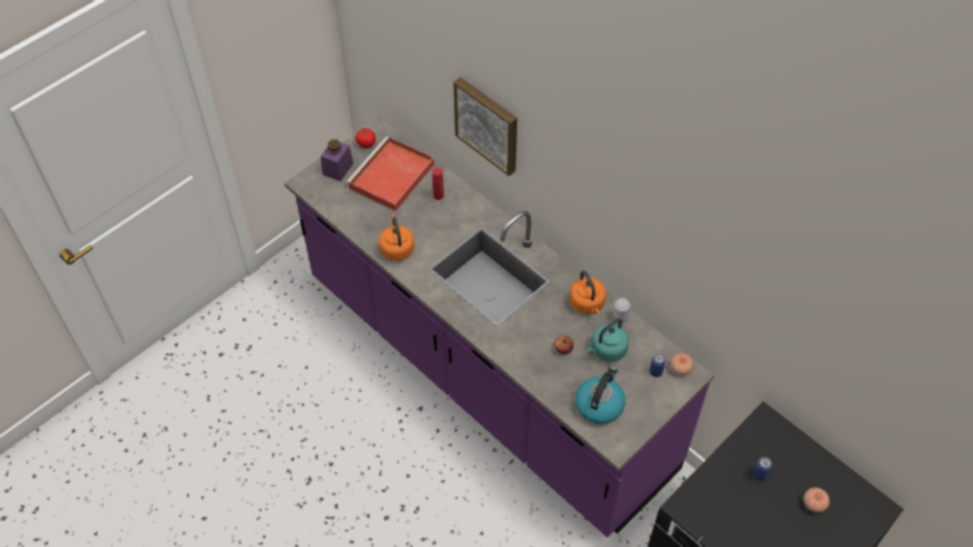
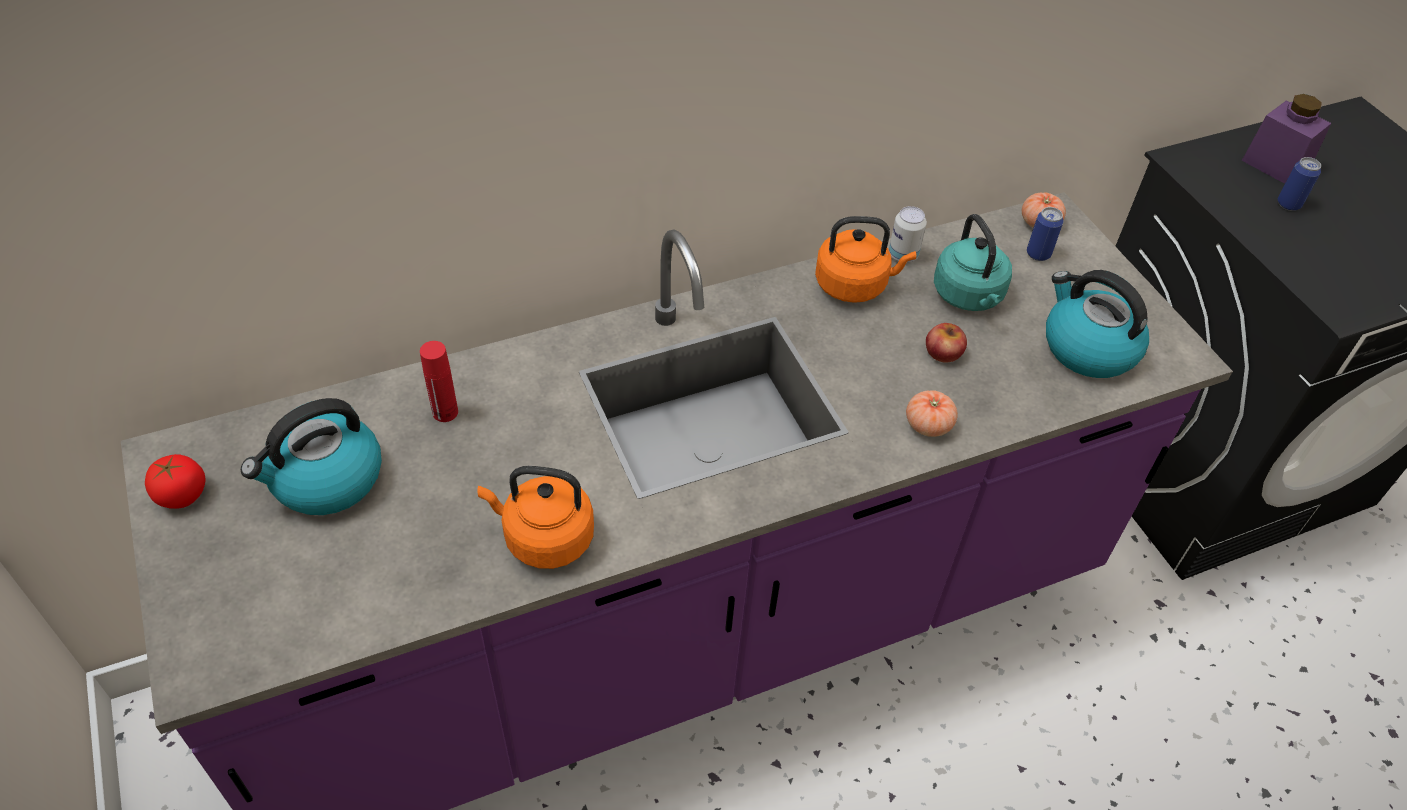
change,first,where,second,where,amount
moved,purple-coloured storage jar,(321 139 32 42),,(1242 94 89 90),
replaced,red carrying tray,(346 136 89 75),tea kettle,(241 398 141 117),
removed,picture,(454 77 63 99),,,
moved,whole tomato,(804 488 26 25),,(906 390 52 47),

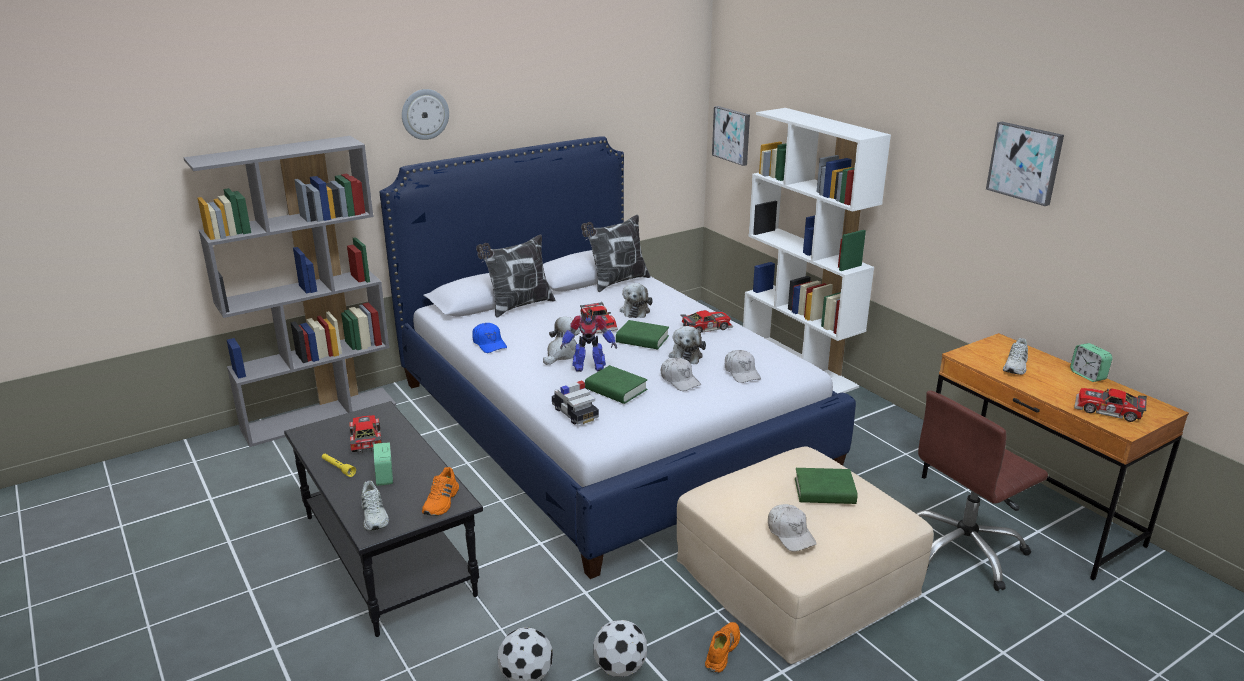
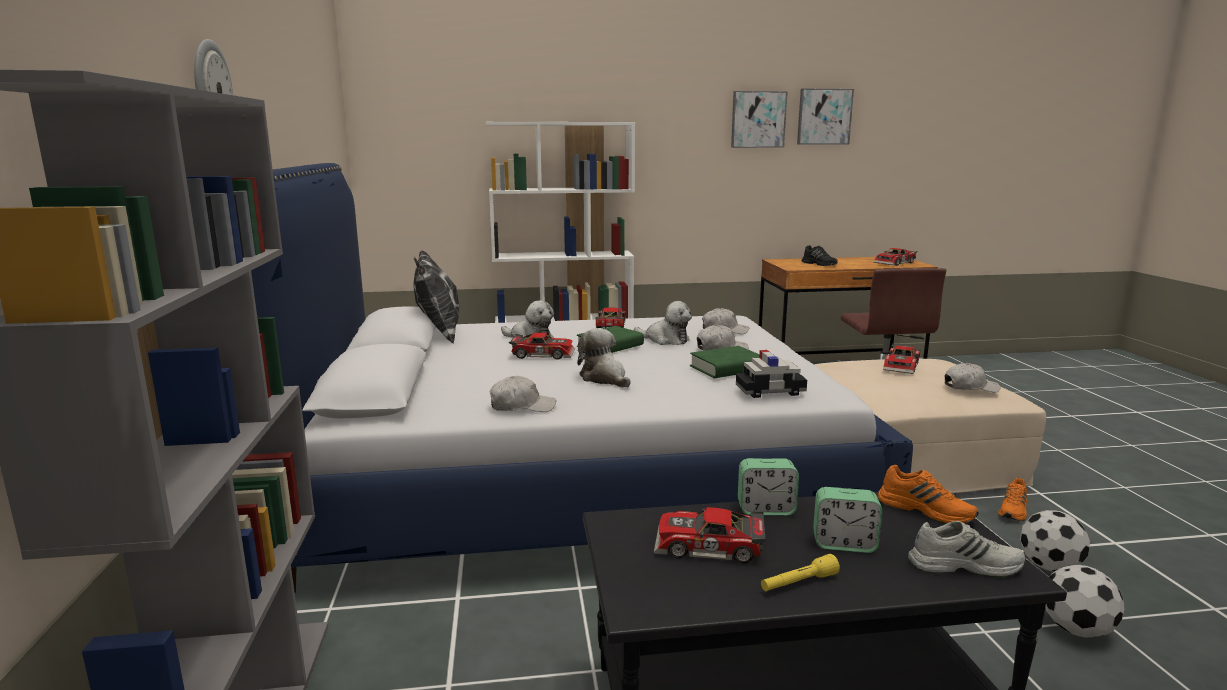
change,first,where,second,where,amount
recoloured,bluish peaked cap,(472 323 35 30),white peaked cap,(490 376 66 36),
removed,cushion,(476 234 80 84),,,
removed,robot figure,(560 315 57 57),,,
turned,orange-coloured low shoe,(705 622 35 51),,(998 478 29 43),105 degrees counterclockwise
moved,picture,(712 106 38 60),,(797 88 57 57),
replaced,green-coloured volume,(795 468 63 36),miniature car,(883 344 38 30),
recoloured,white low shoe,(1003 338 25 37),blackish low shoe,(802 245 36 21),
moved,bedside clock,(1070 343 42 39),,(738 458 61 58),

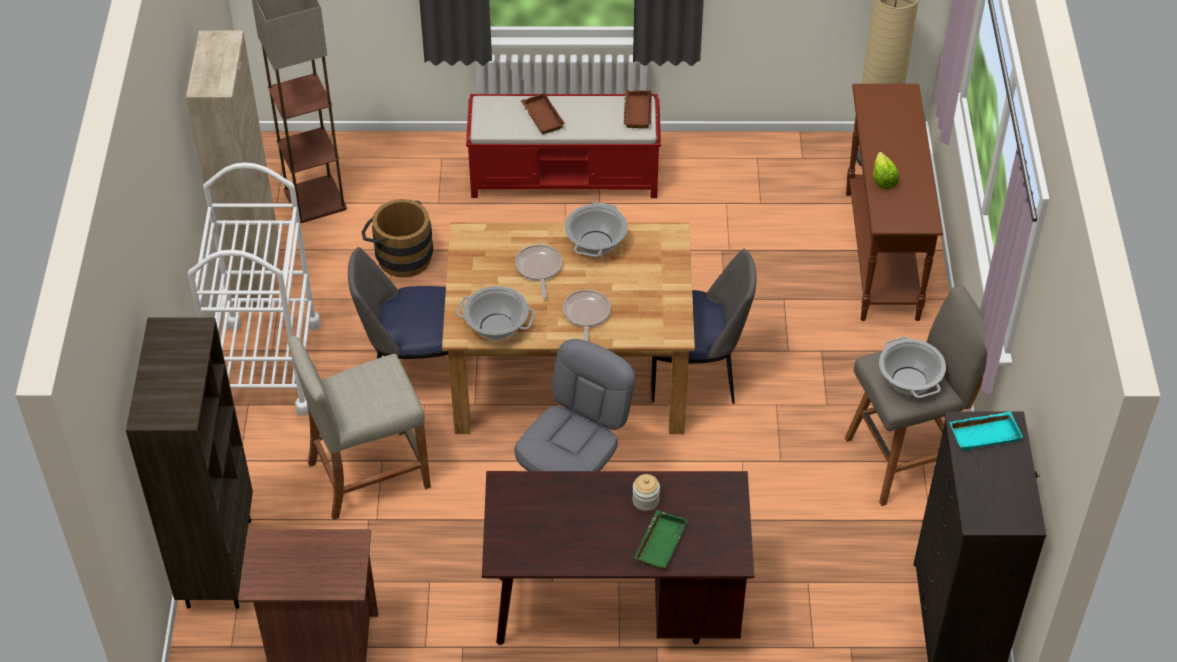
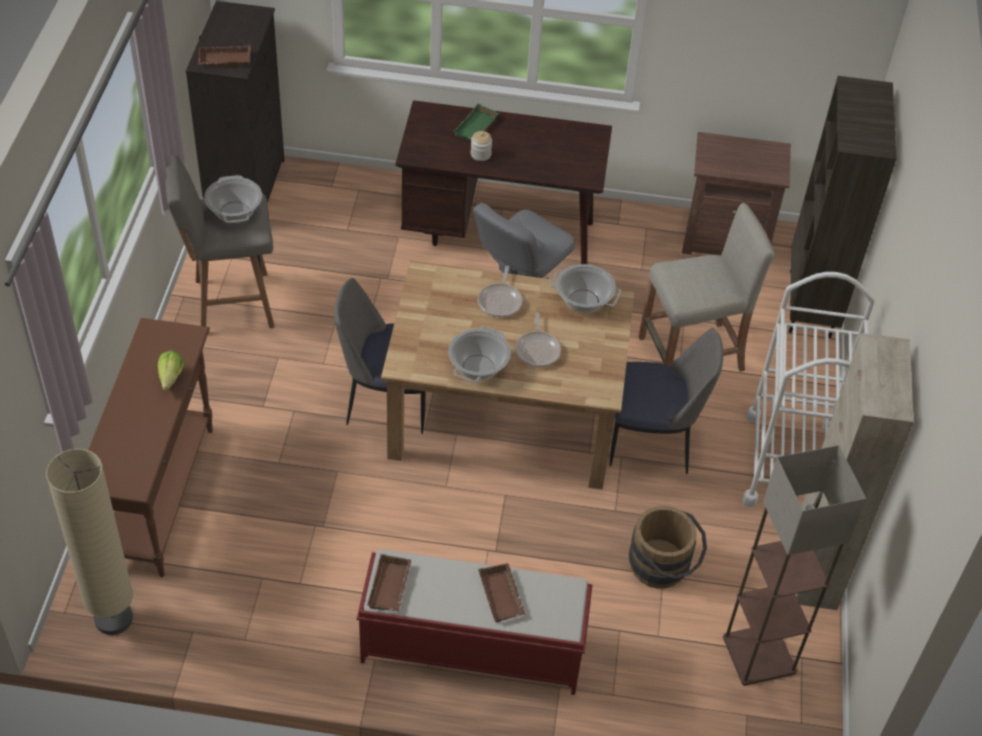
change,first,where,second,where,amount
recoloured,turquoise carrying tray,(949 412 74 38),brownish carrying tray,(198 45 53 21),

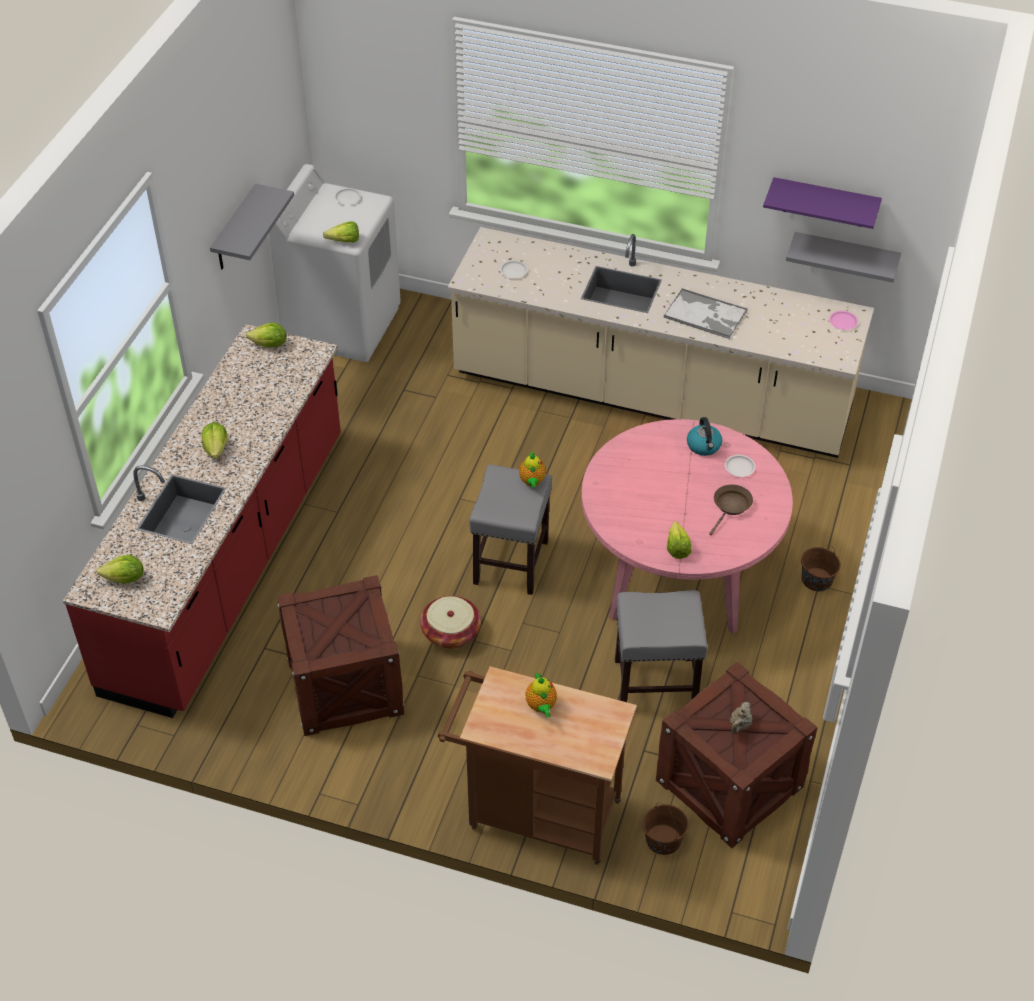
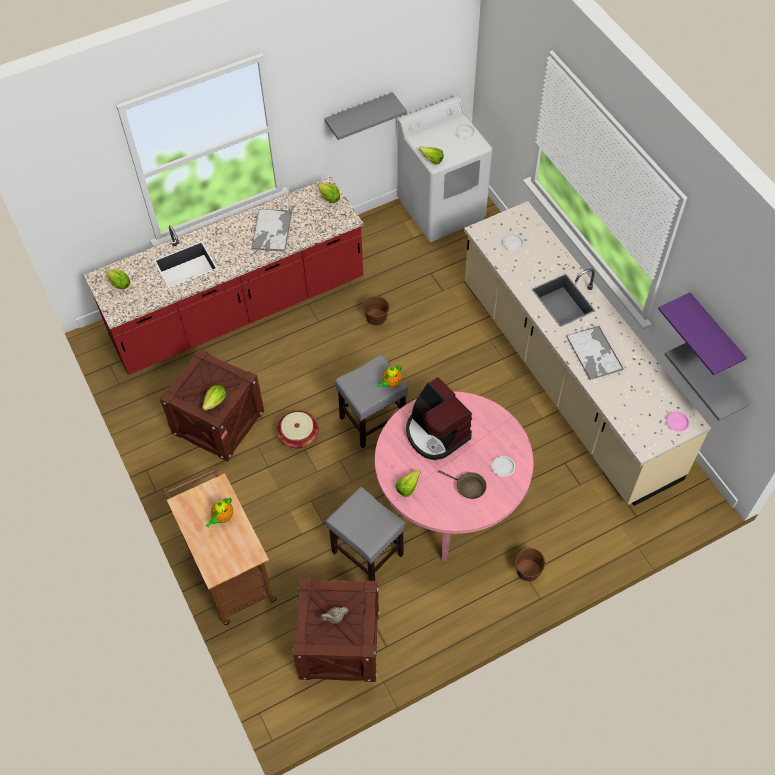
change,first,where,second,where,amount
moved,lettuce,(202 422 25 37),,(202 385 24 26),
moved,brownish bucket,(642 803 47 52),,(363 294 26 31),
removed,tea kettle,(687 417 35 39),,,
turned,brownish frying pan,(709 484 44 51),,(438 470 48 29),45 degrees clockwise
added,,,carrying tray,(251 209 41 43),
added,,,coffee machine,(406 377 66 83),

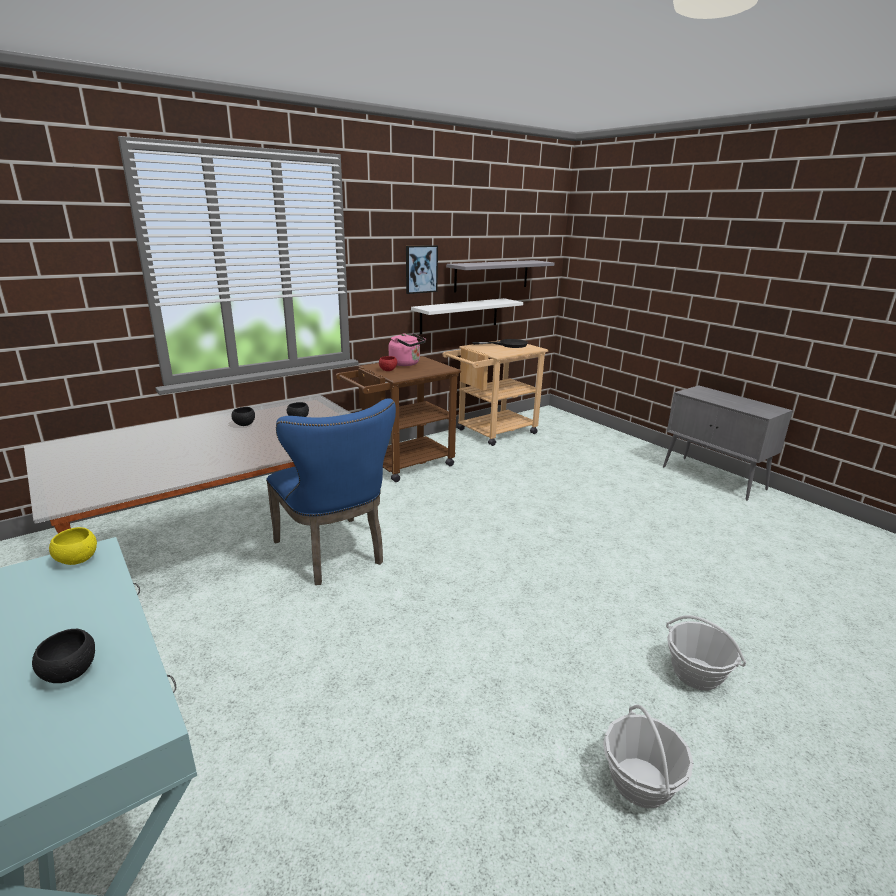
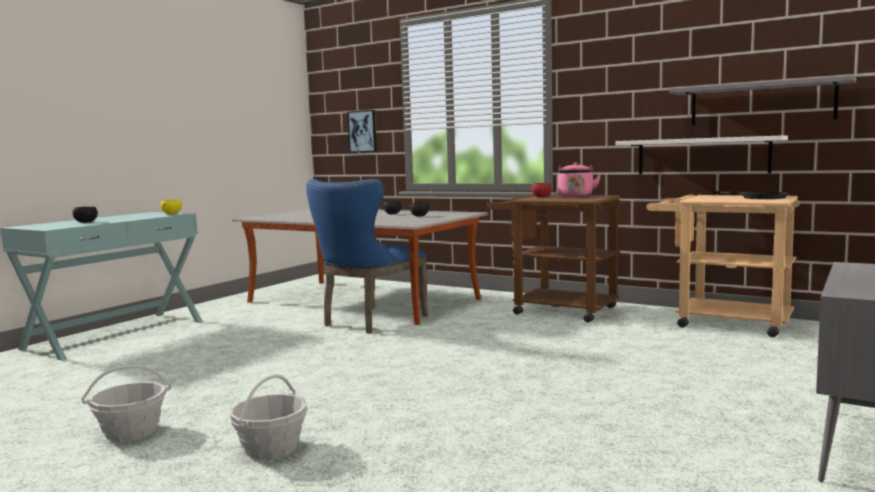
change,first,where,second,where,amount
moved,picture,(406 245 32 49),,(347 110 30 43),

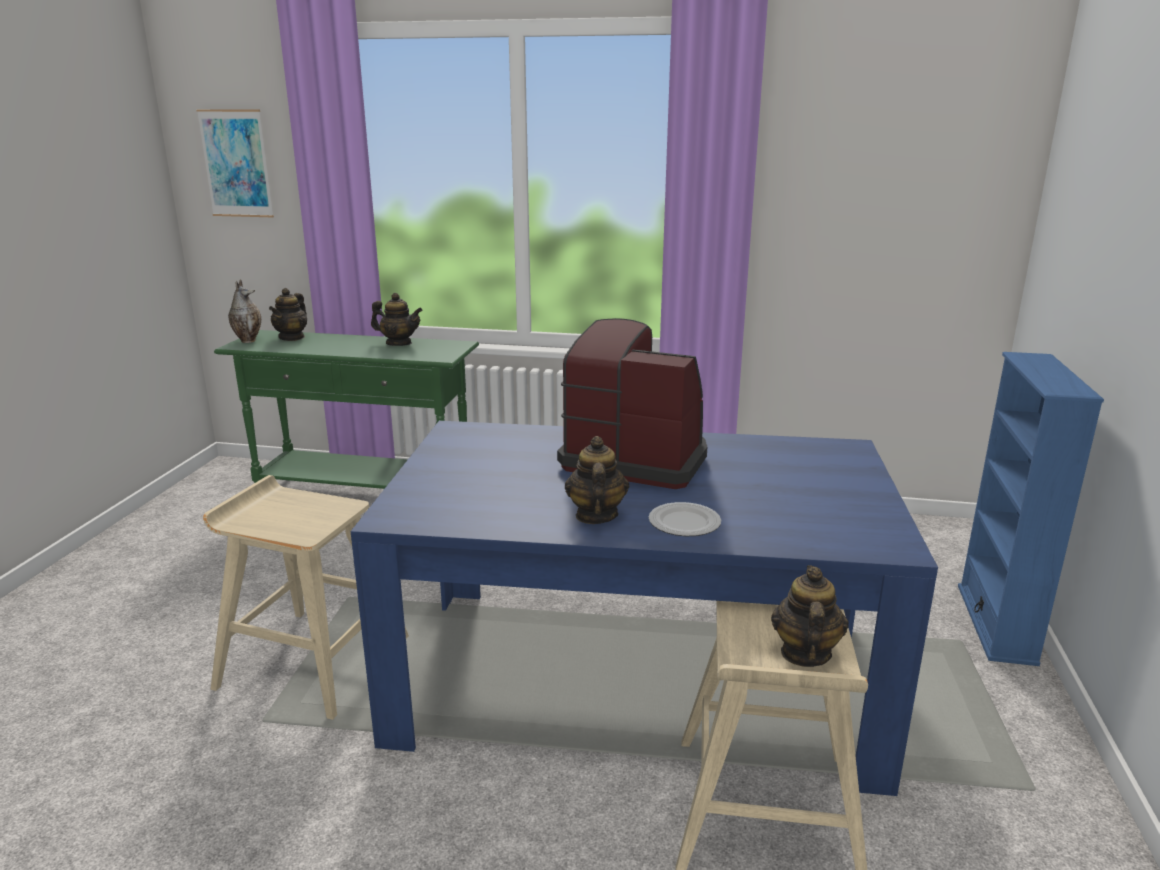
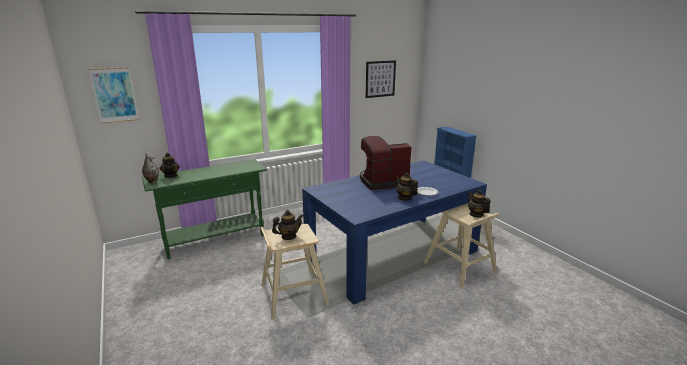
change,first,where,second,where,amount
moved,tea pot,(371 293 52 53),,(272 210 31 30),
added,,,picture,(366 60 30 38),

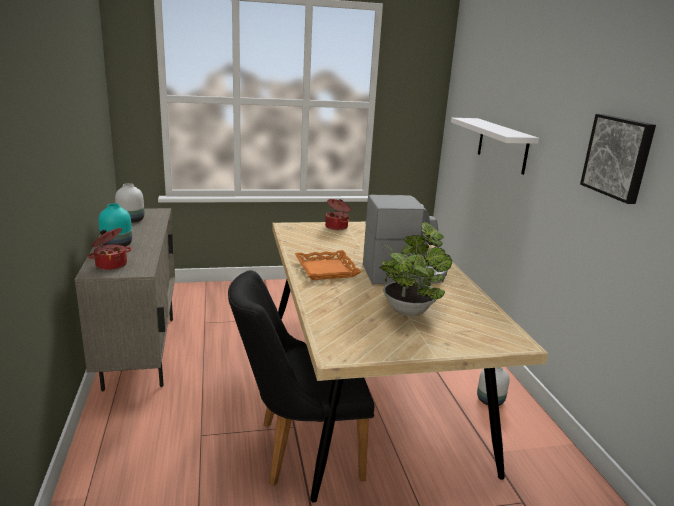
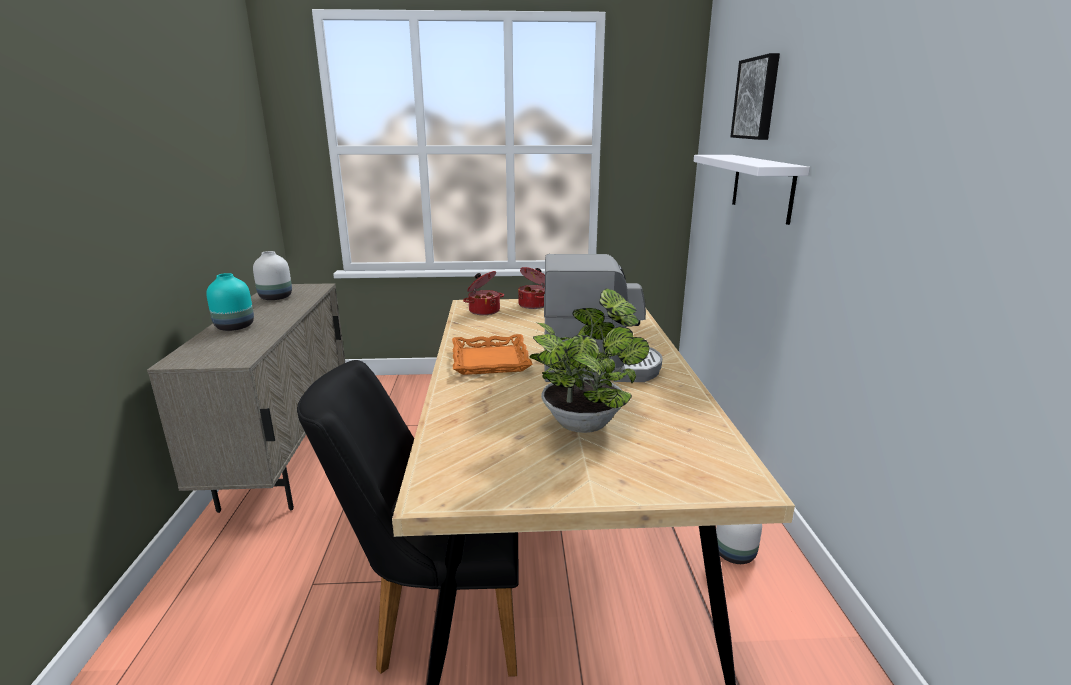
change,first,where,second,where,amount
moved,stockpot,(88 228 44 42),,(463 271 41 44),
moved,picture,(580 114 76 90),,(730 53 50 87),

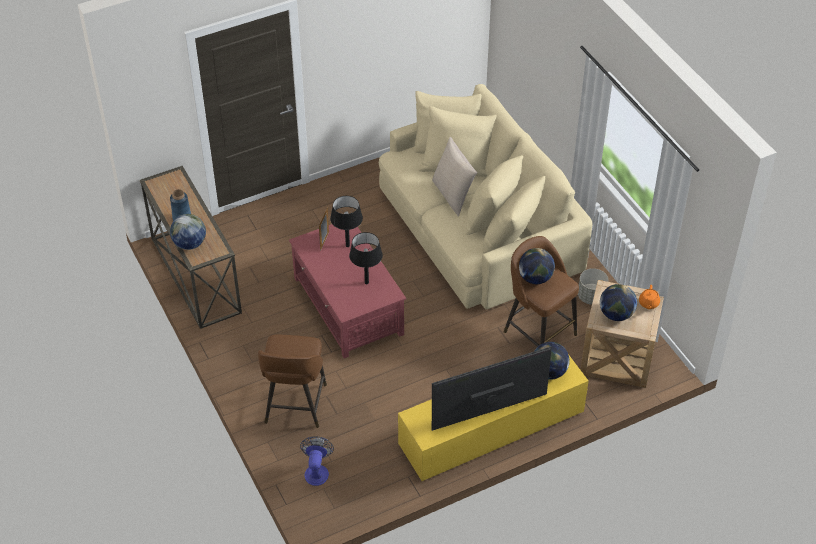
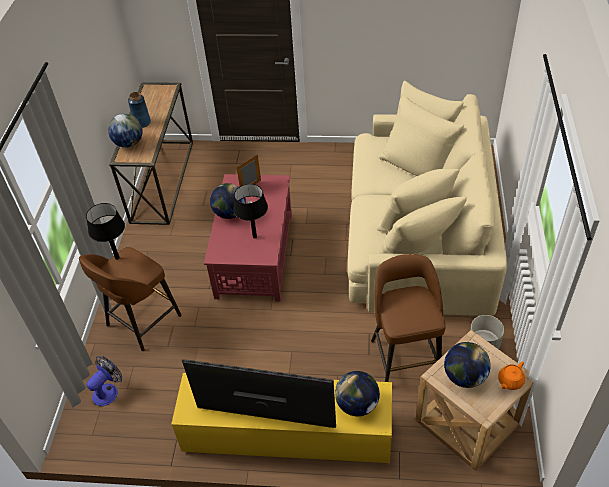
change,first,where,second,where,amount
moved,blackish tabletop lamp,(330 196 33 51),,(86 203 39 57),
removed,beige cushion,(432 137 45 80),,,
moved,world globe,(519 248 36 36),,(210 183 36 36),

